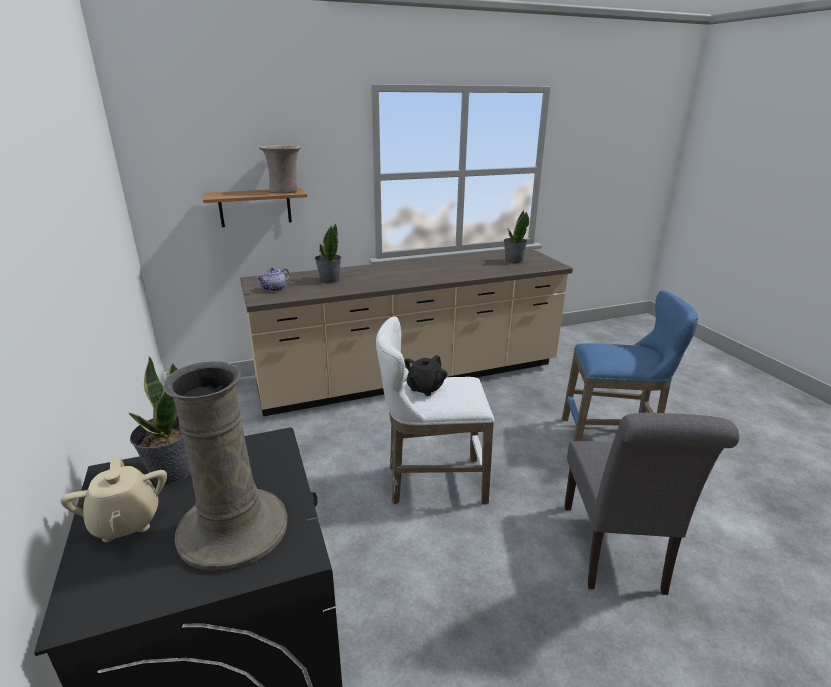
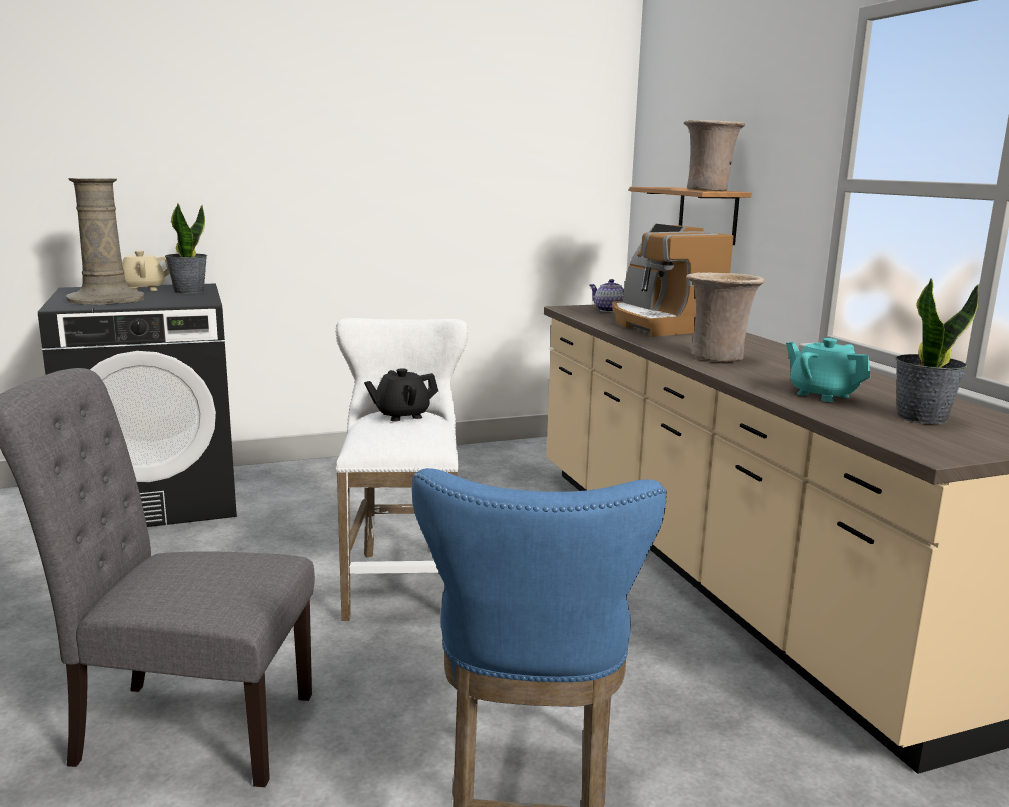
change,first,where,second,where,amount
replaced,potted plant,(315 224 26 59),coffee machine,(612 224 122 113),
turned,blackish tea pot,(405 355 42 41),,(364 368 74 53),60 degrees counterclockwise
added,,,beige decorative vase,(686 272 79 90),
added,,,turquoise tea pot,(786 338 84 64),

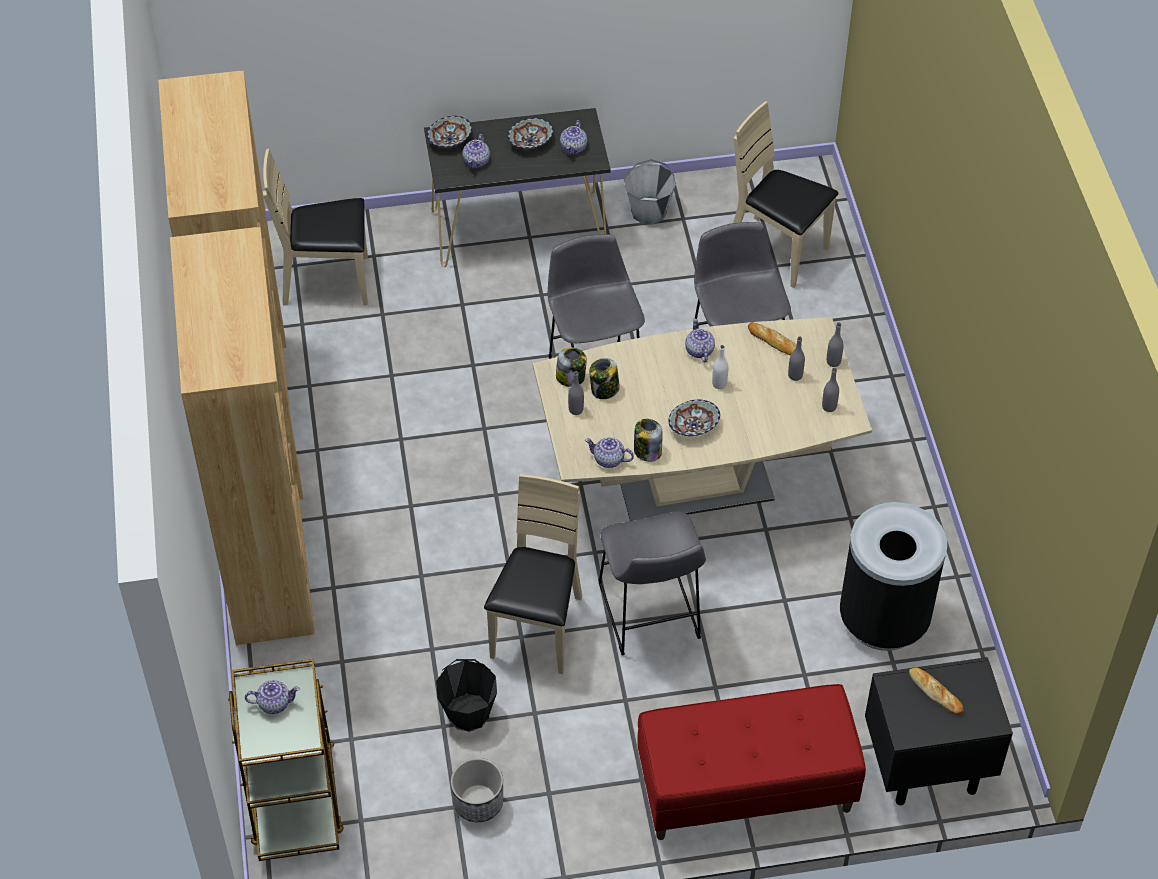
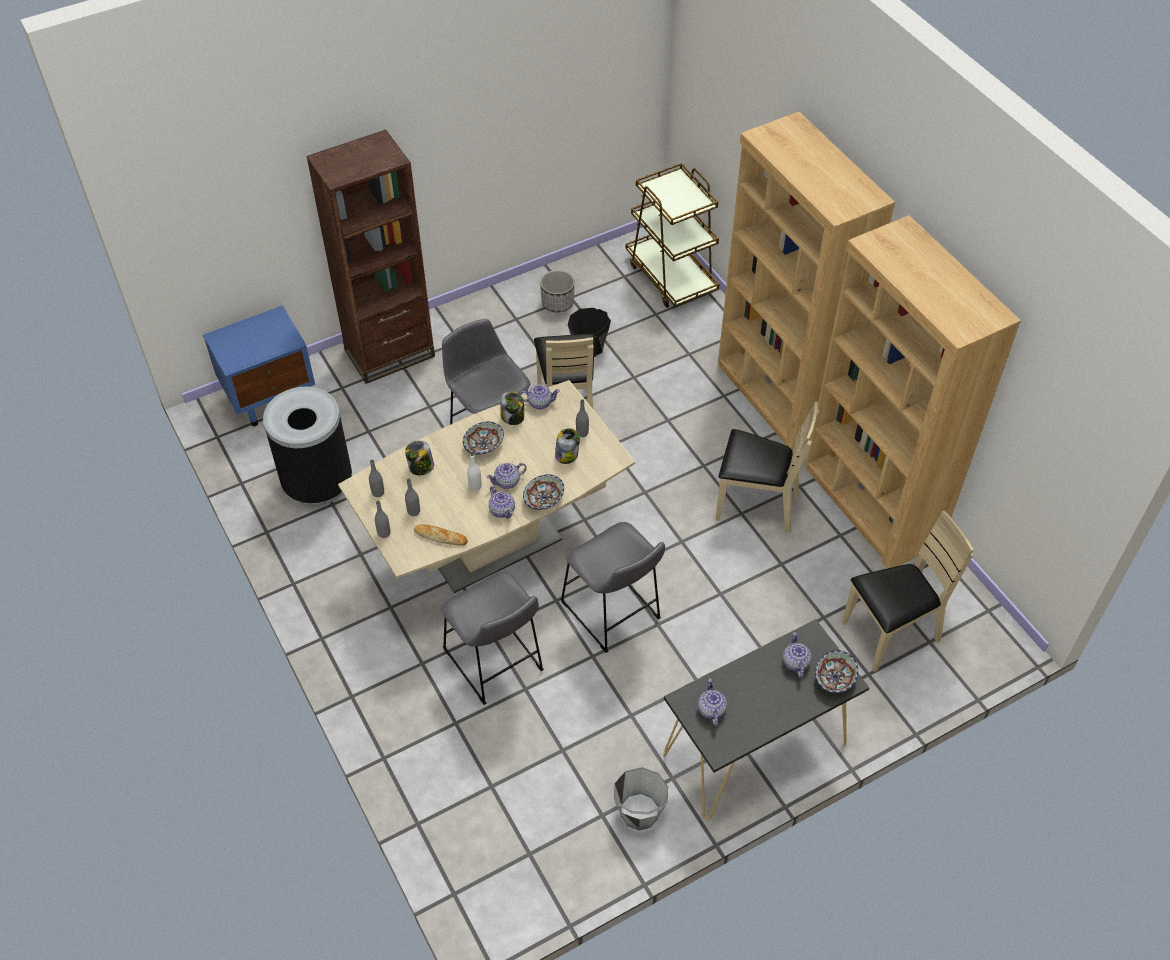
change,first,where,second,where,amount
moved,tea pot,(245 680 55 34),,(486 463 41 26),
moved,bowl,(508 118 45 31),,(523 475 41 35),
moved,storage jar,(556 348 30 39),,(405 441 29 35),
replaced,red long seat,(637 684 229 156),brownish bookcase,(306 129 129 255),
moved,beige plain chair,(733 101 106 187),,(715 401 104 133),
recoloured,blackish night table,(865 657 148 148),bluish night table,(203 305 112 121),
removed,baked bread,(909 667 55 48),,,

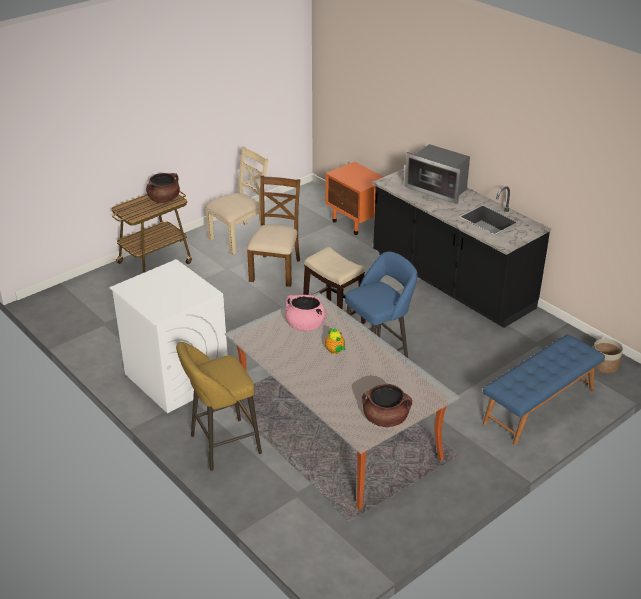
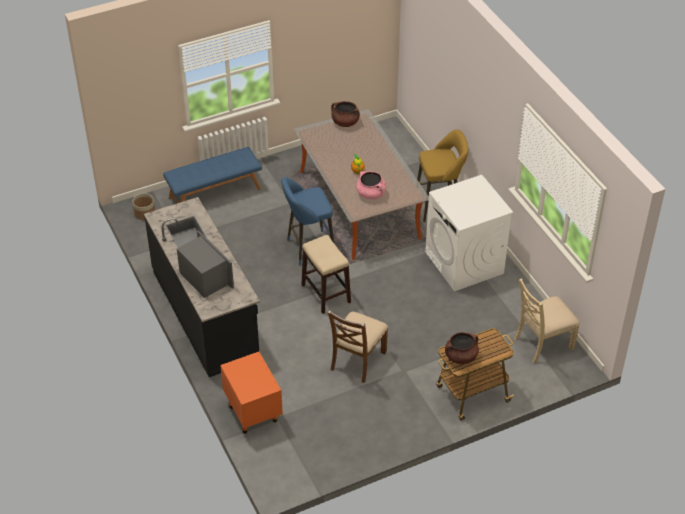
change,first,where,second,where,amount
moved,beige plain chair,(205 146 64 109),,(514 278 66 86),

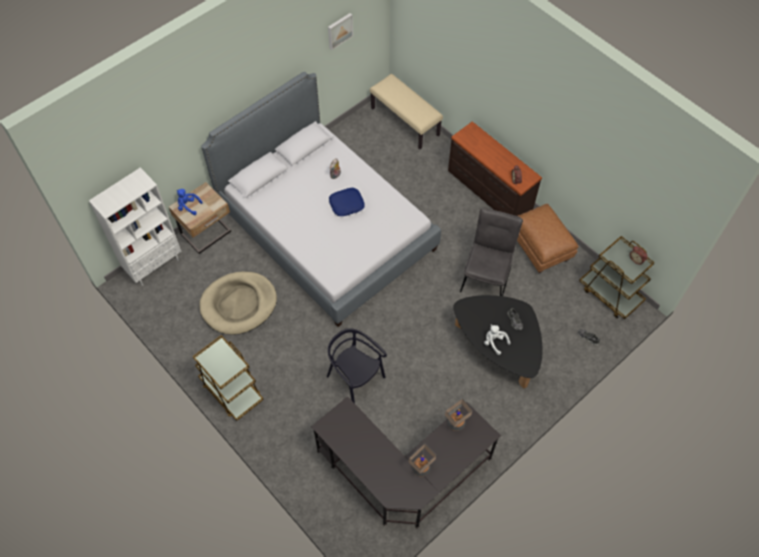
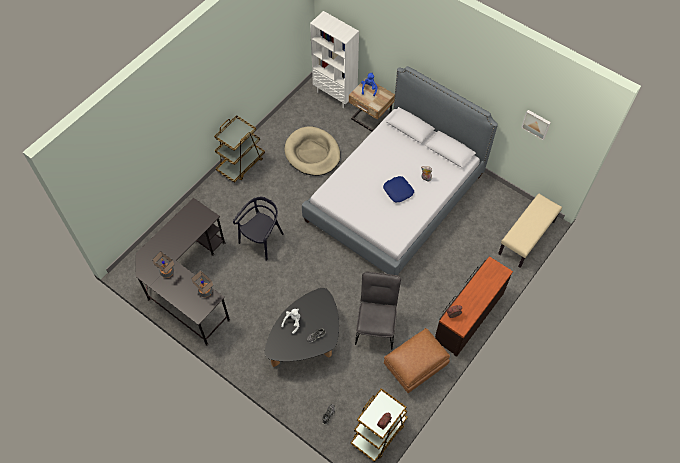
change,first,where,second,where,amount
turned,grey plain chair,(460 208 63 88),,(355 272 46 77),90 degrees counterclockwise

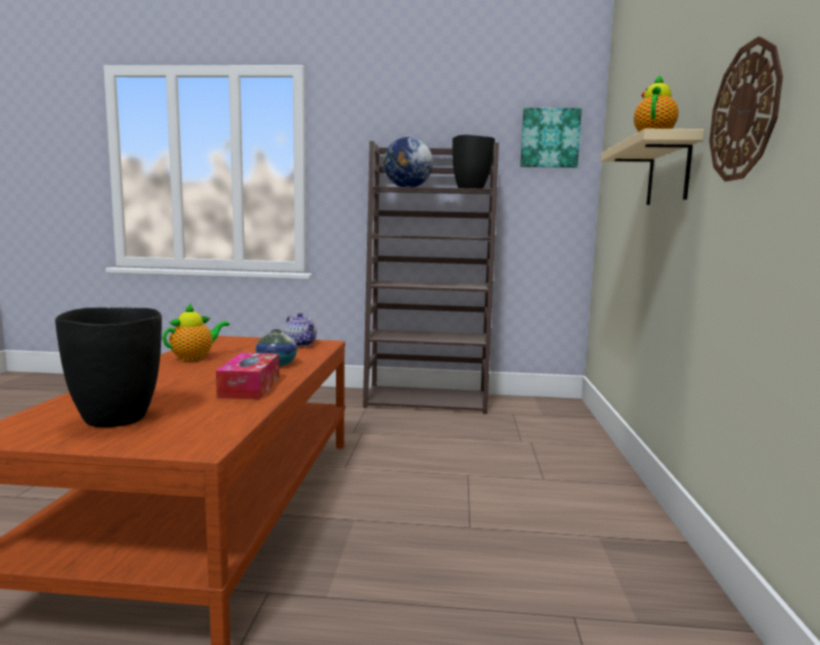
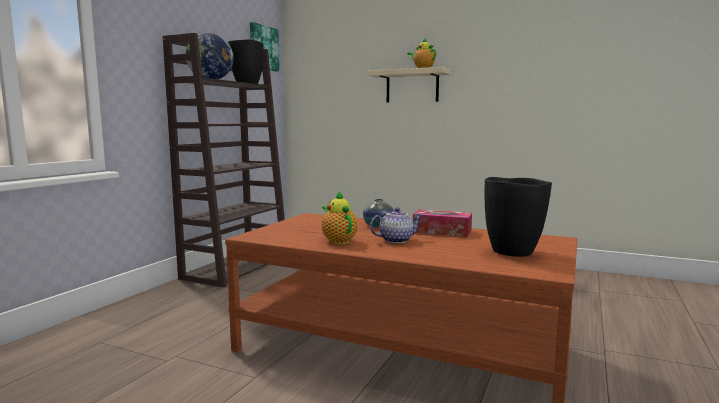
change,first,where,second,where,amount
moved,tea pot,(283 313 34 34),,(370 207 52 36),
removed,wall clock,(709 36 74 146),,,

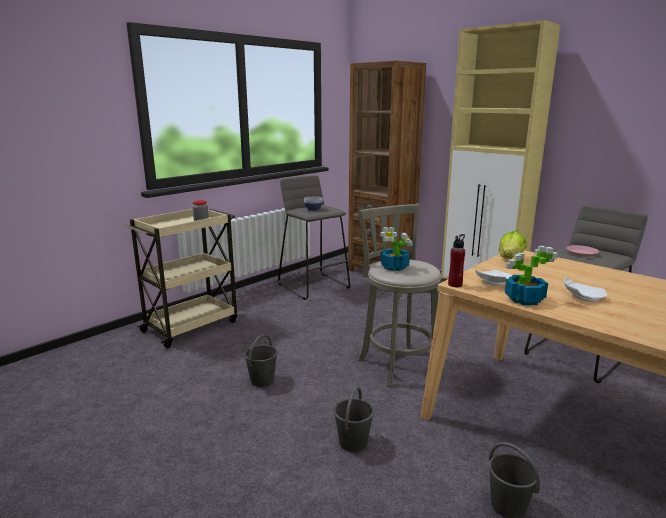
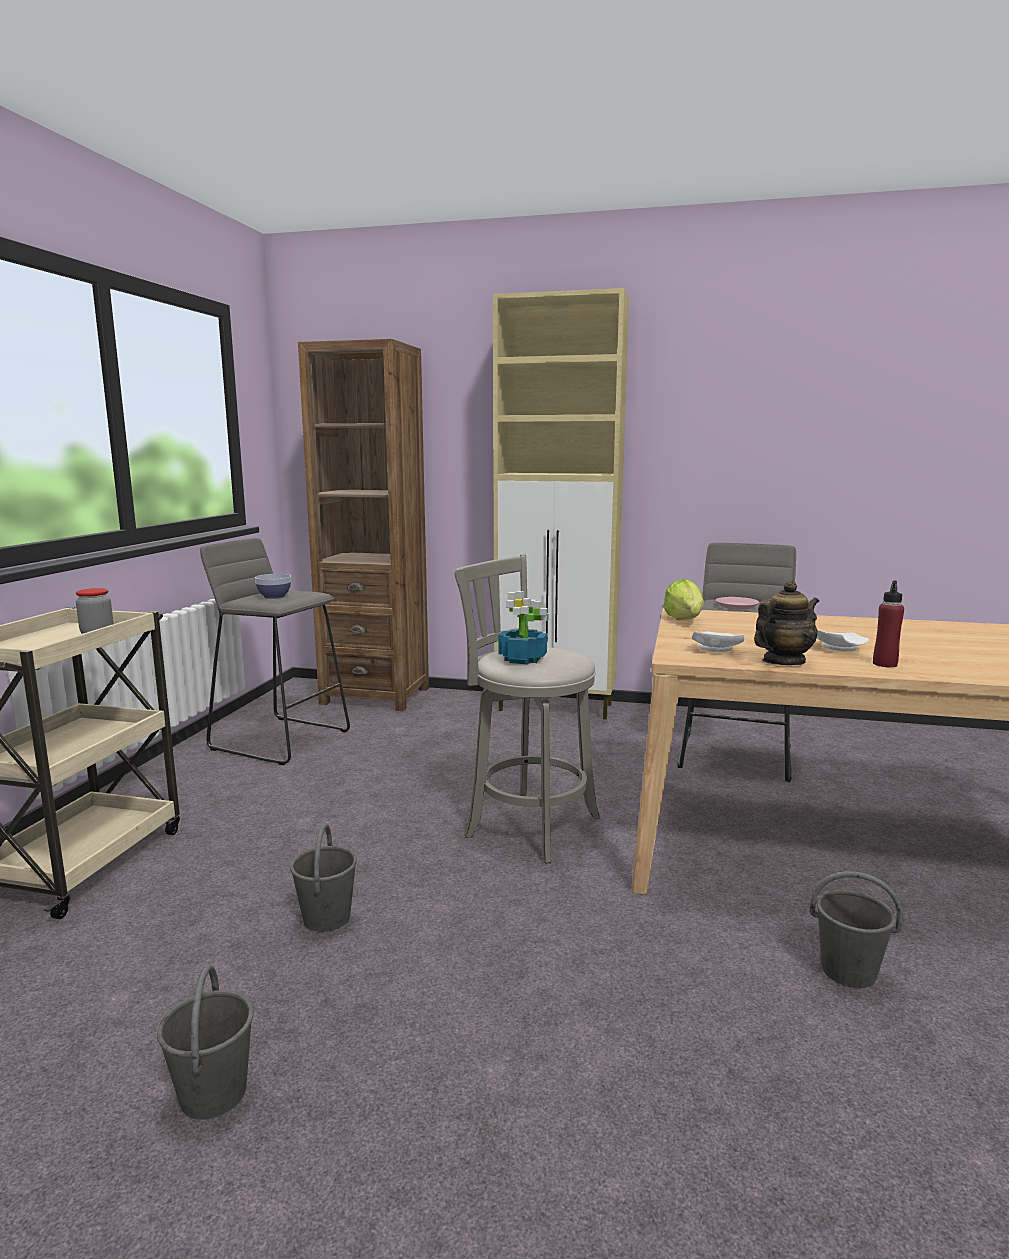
change,first,where,second,where,amount
moved,grey bucket,(334 386 40 66),,(157 964 96 156),
moved,red drink bottle,(448 234 17 53),,(873 581 31 86),
replaced,potted plant,(505 246 53 59),tea pot,(754 580 65 85),

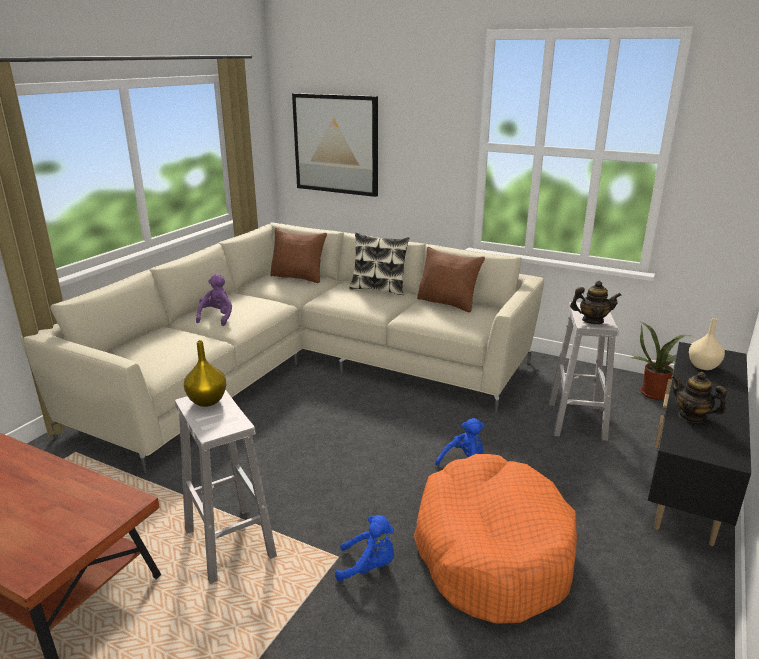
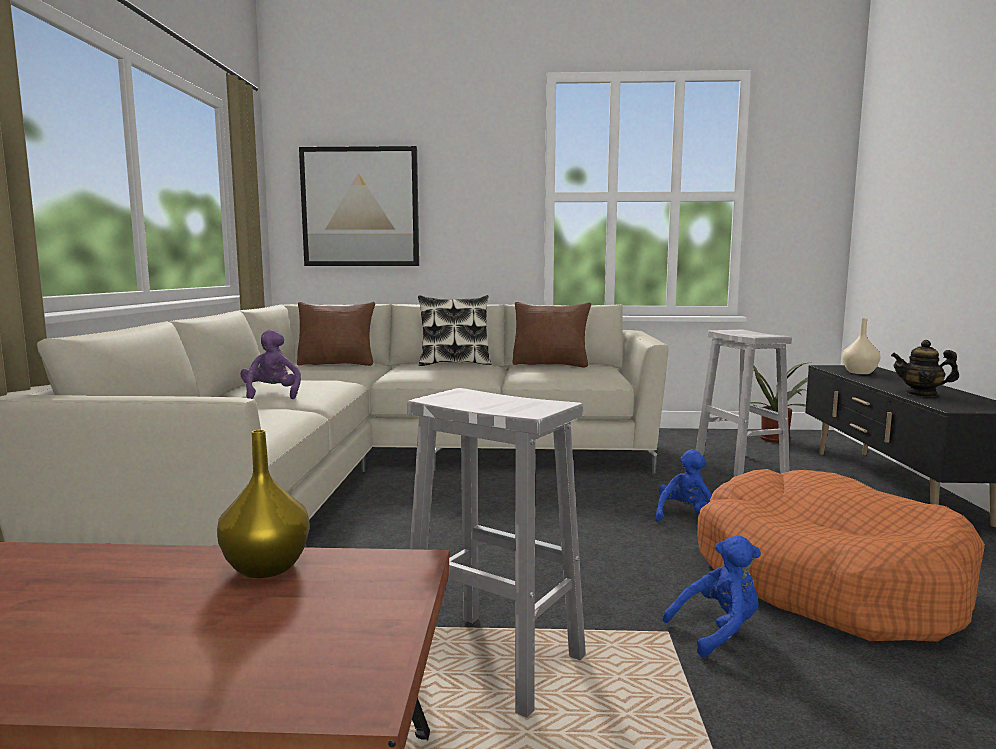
change,first,where,second,where,amount
moved,yellow-coloured decorative vase,(184 340 42 67),,(217 430 93 148),
removed,tea pot,(570 281 52 43),,,

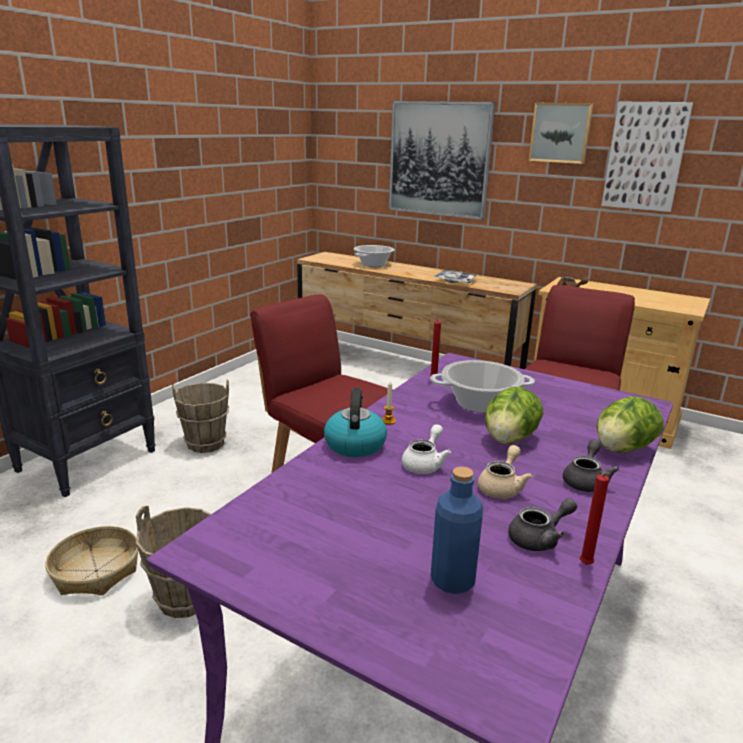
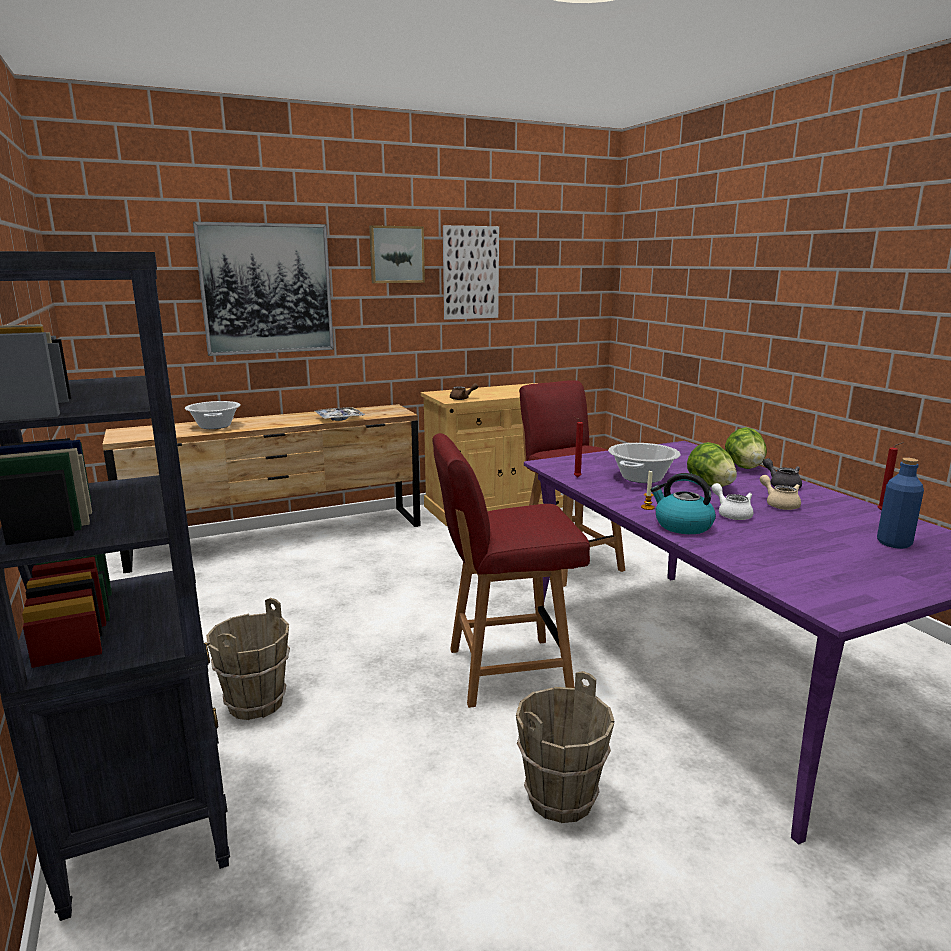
change,first,where,second,where,amount
removed,storage basket,(45 526 93 69),,,
removed,grey tea pot,(508 498 69 53),,,

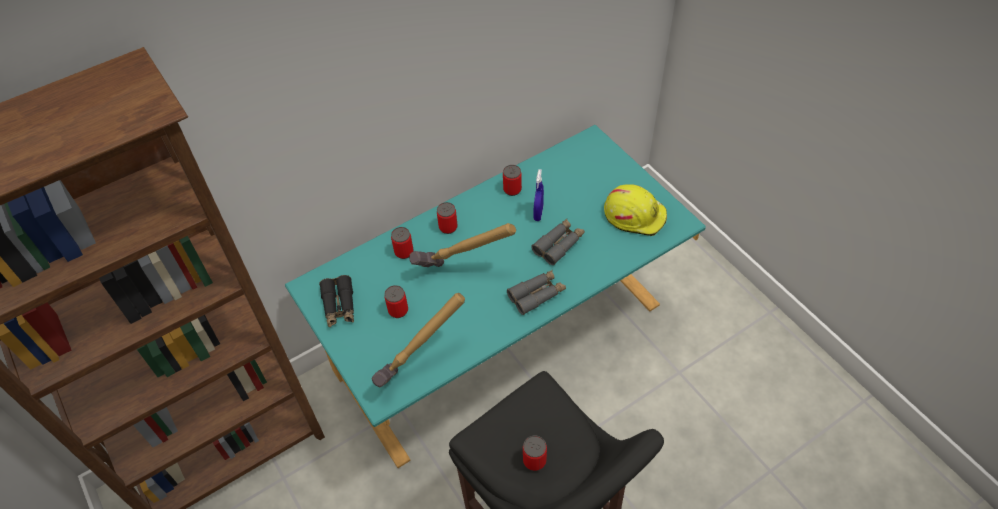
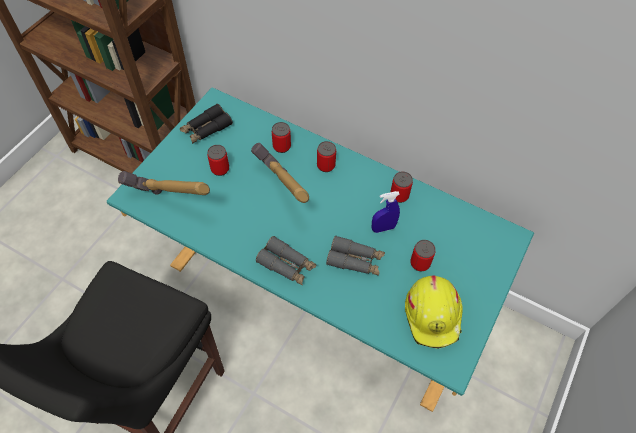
change,first,where,second,where,amount
moved,metal can,(523 435 24 36),,(410 240 25 31),

